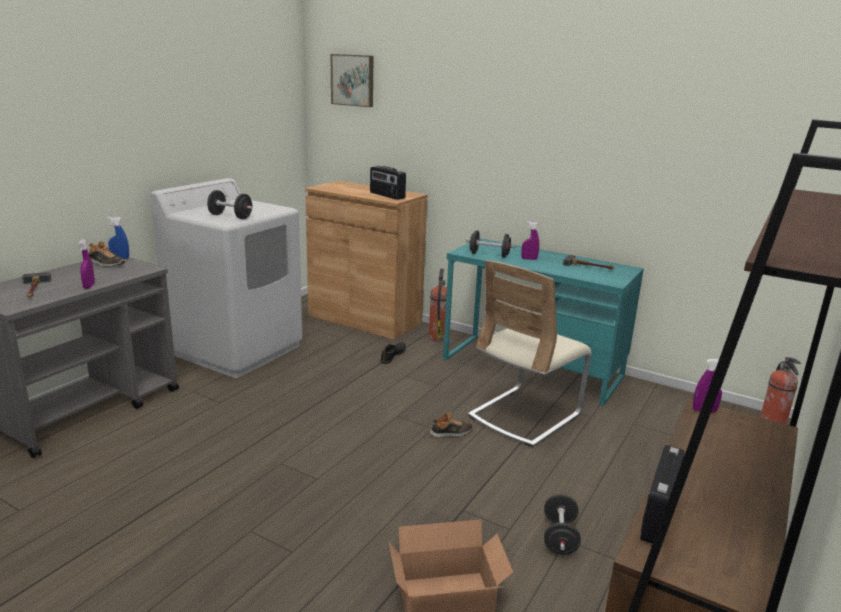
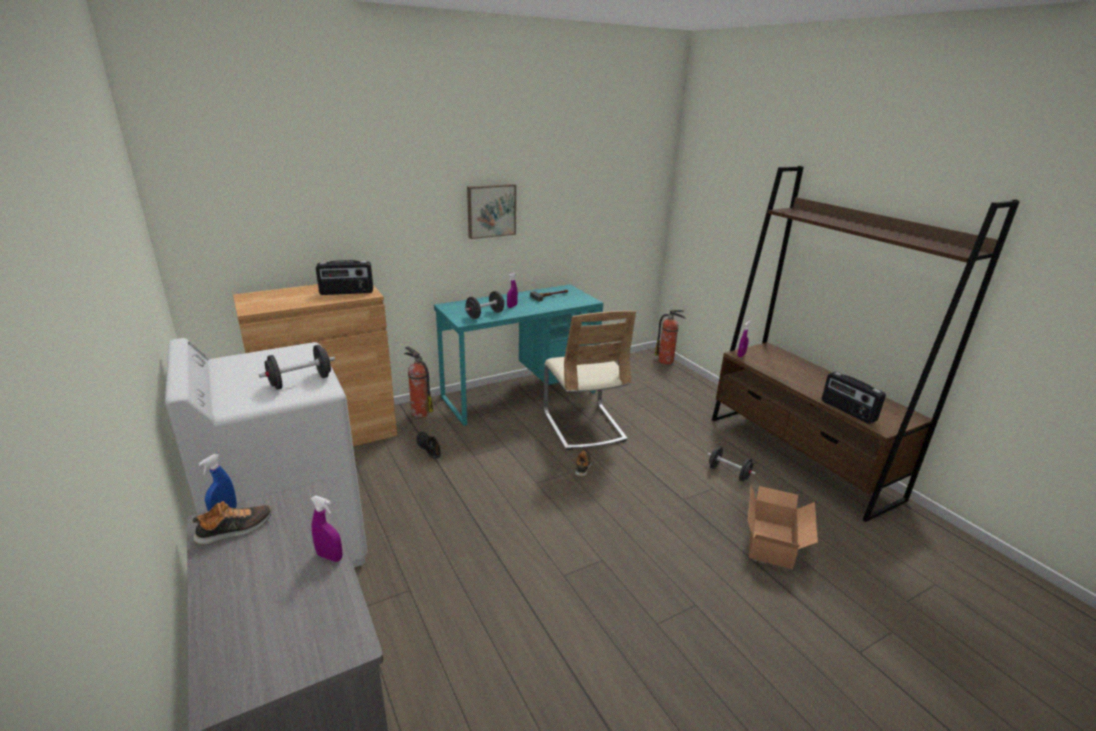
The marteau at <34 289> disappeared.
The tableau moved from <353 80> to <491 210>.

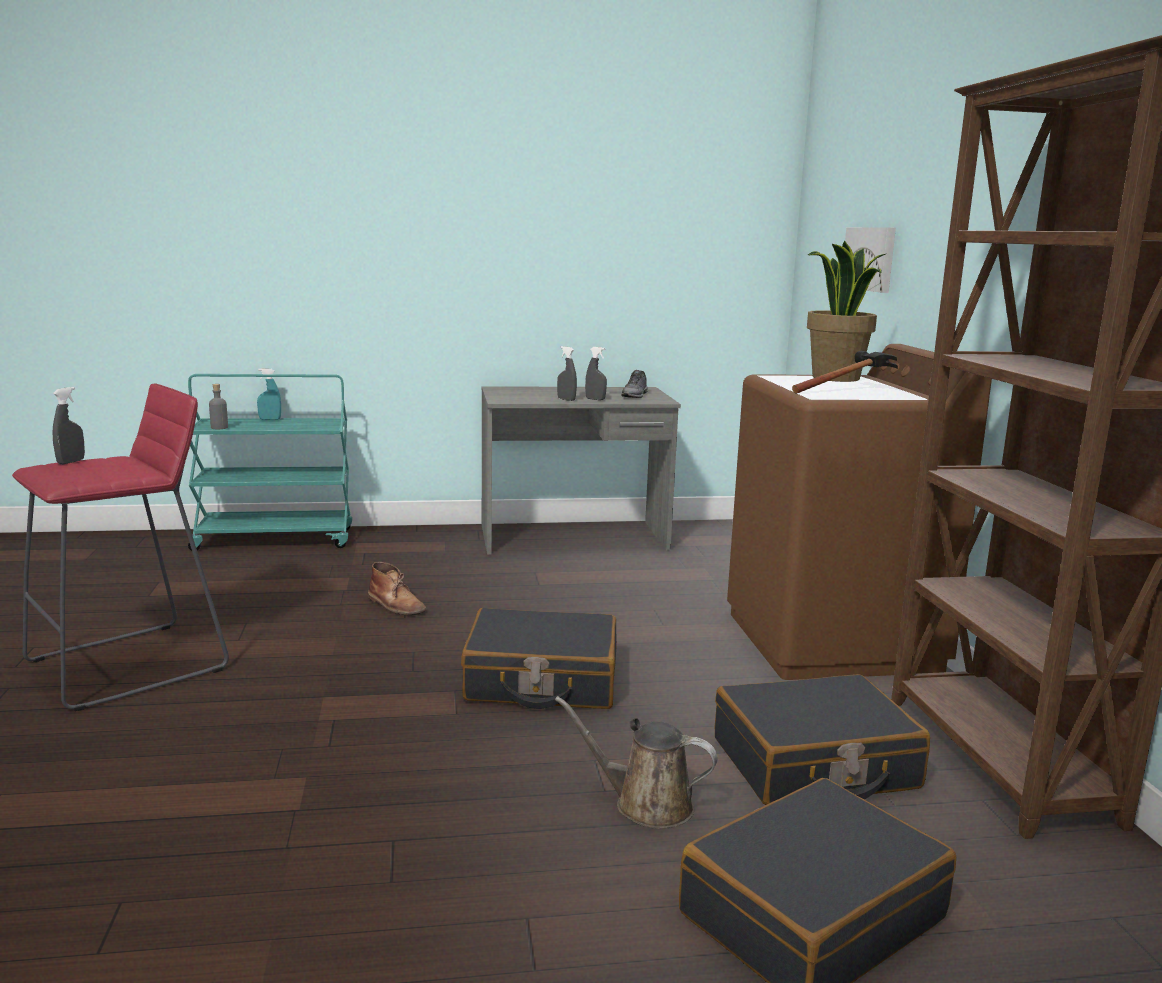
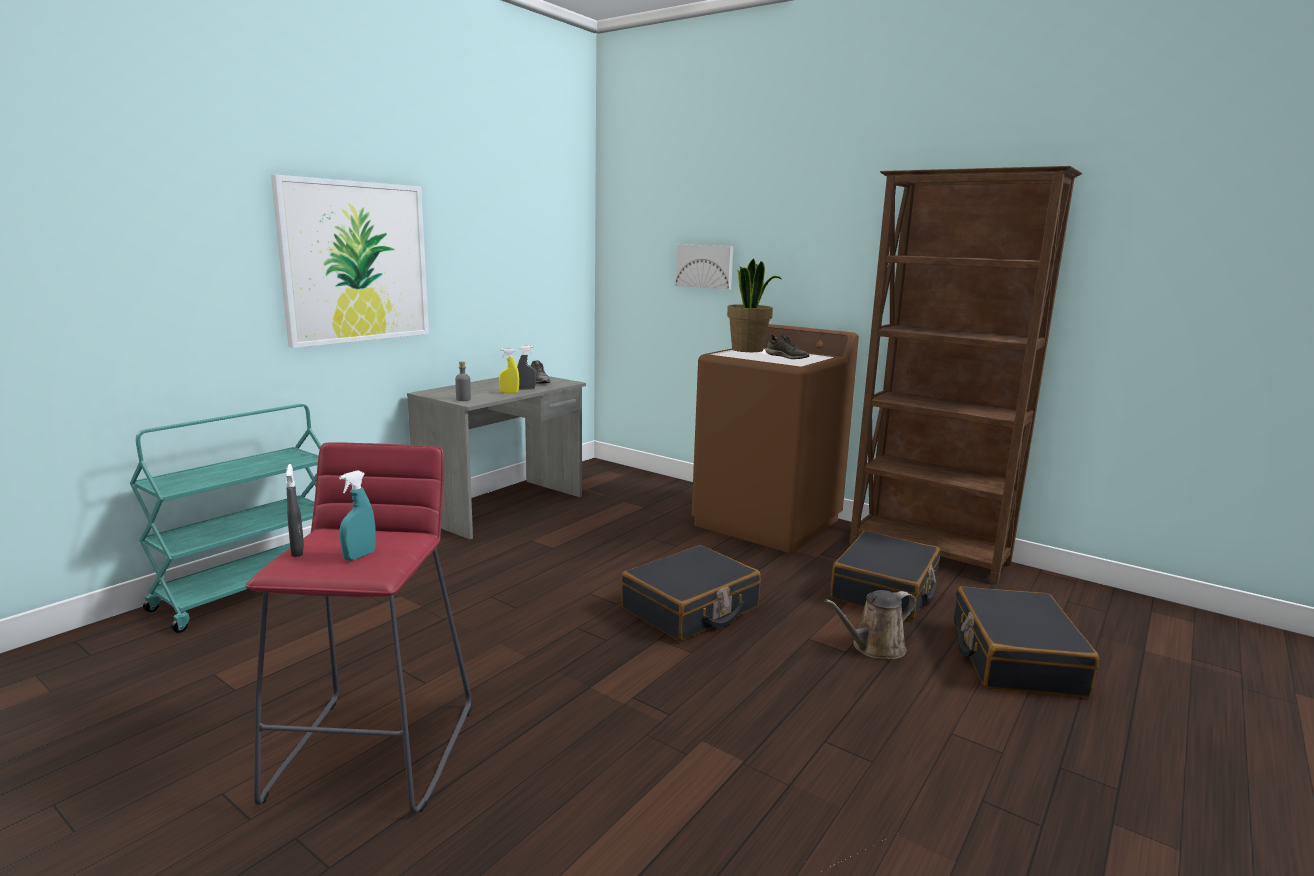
The botte/marron at <396 605> disappeared.
The tableau at <356 262> appeared.
The bouteille/gris moved from <219 427> to <463 399>.
The vaporisateur/turquoise moved from <270 419> to <359 556>.
The marteau at <848 390> was replaced by the chaussure/gris at <787 357>.
The vaporisateur/gris at <566 399> became the vaporisateur/jaune at <509 393>.

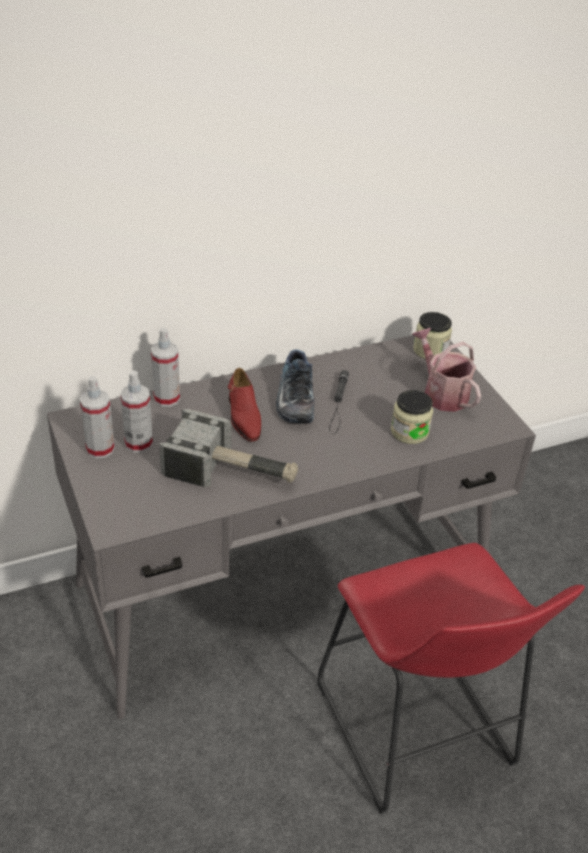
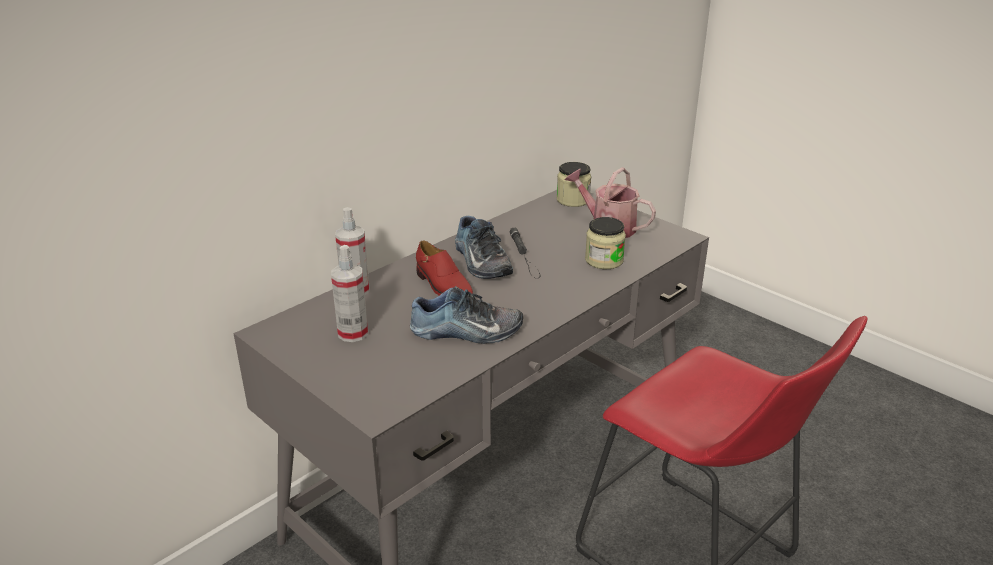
The vaporisateur at <100 449> disappeared.
The marteau at <232 472> was replaced by the chaussure at <466 332>.

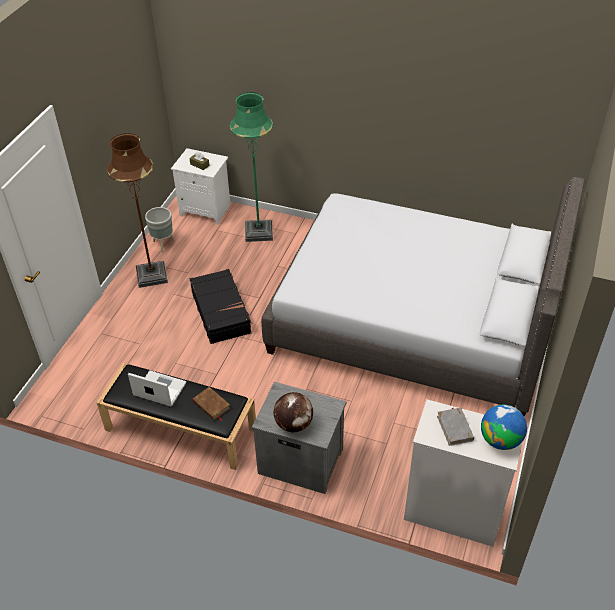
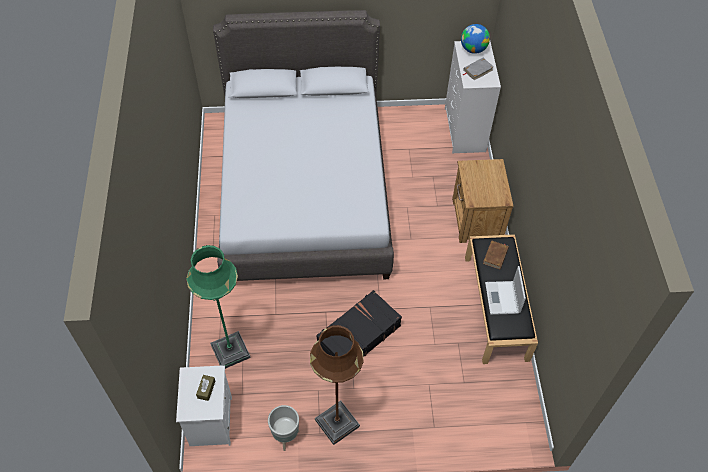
The globe at <294 424> disappeared.
The table de chevet/gris at <300 460> became the table de chevet/marron at <476 220>.

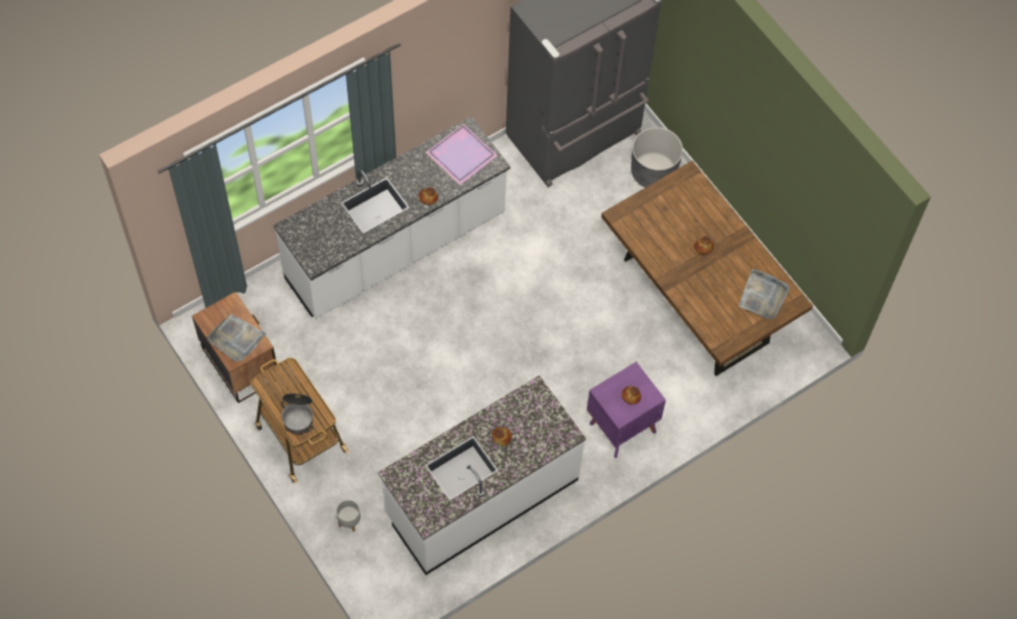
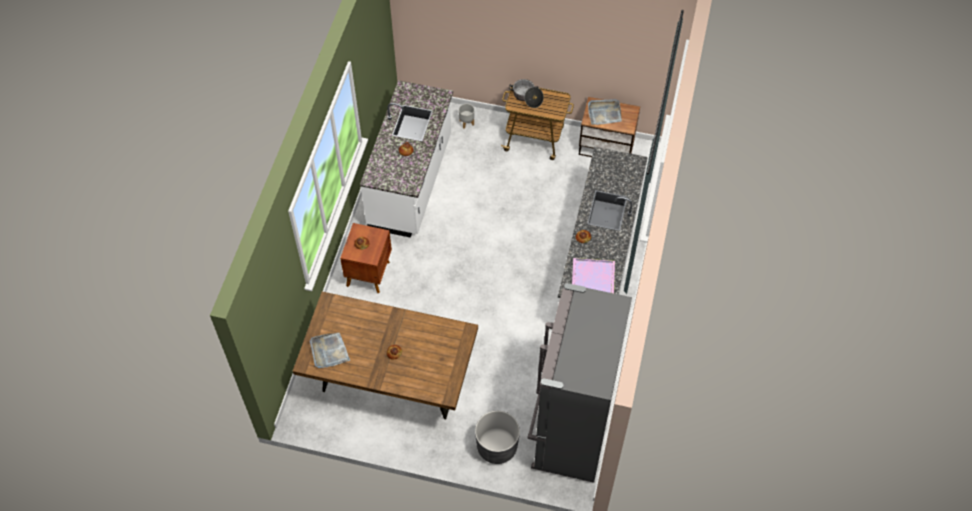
The table de chevet/violet at <621 427> became the table de chevet/marron at <369 273>.

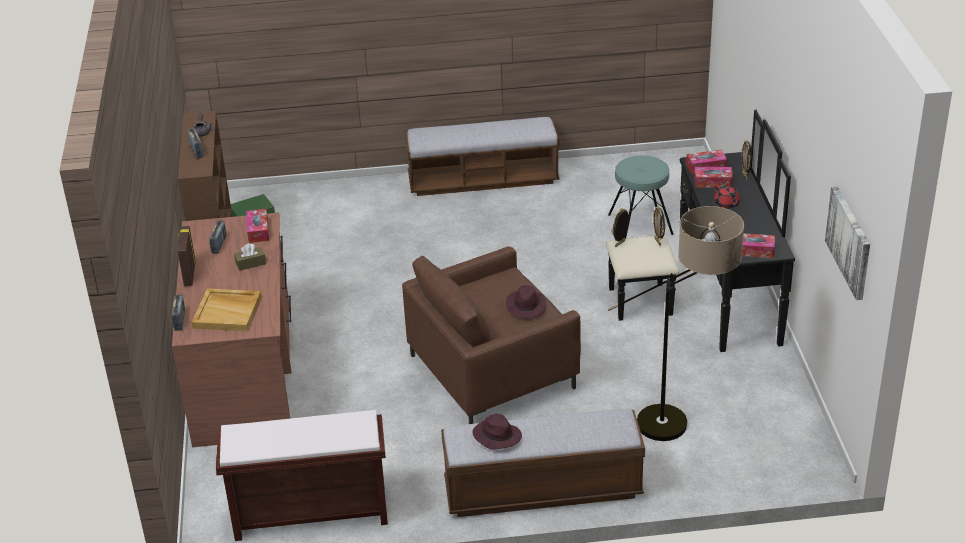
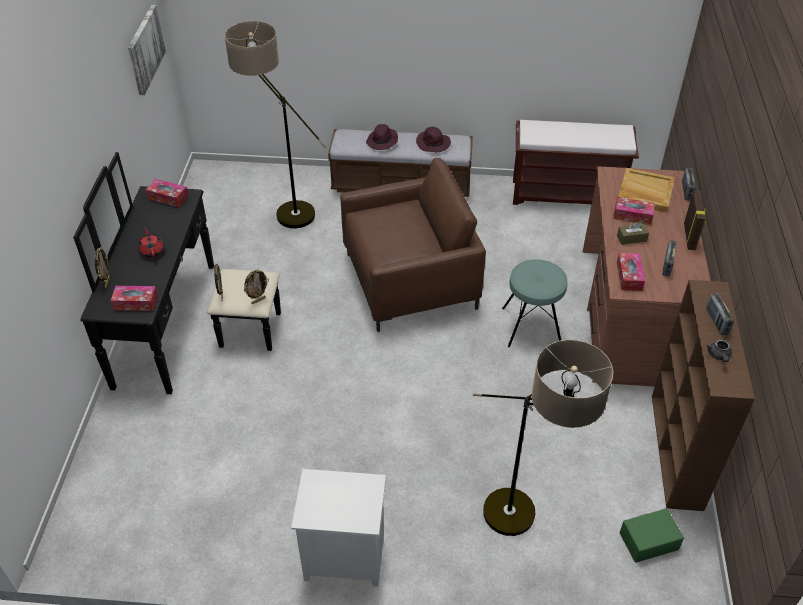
The lampadaire at <524 526> appeared.
The chapeau/violet moved from <526 306> to <382 141>.
The tabouret/turquoise moved from <640 224> to <531 326>.
The boîte à mouchoirs moved from <713 182> to <632 215>.
The banc at <483 180> was replaced by the table de chevet/blanc at <343 558>.

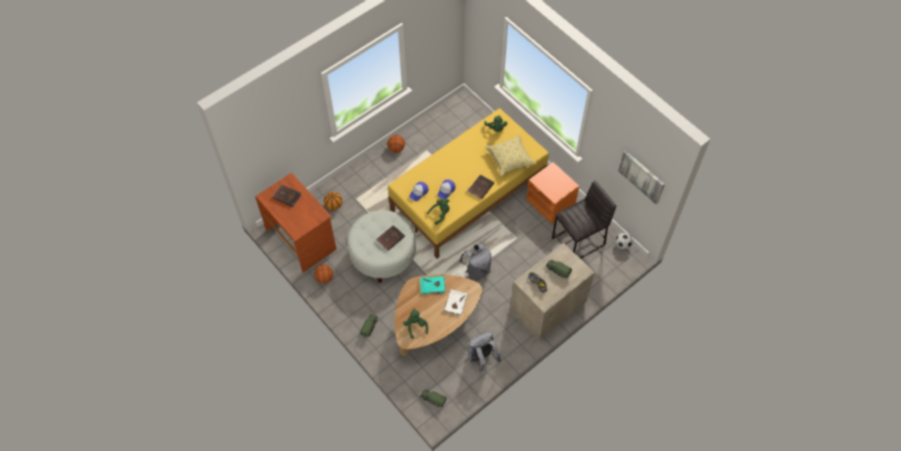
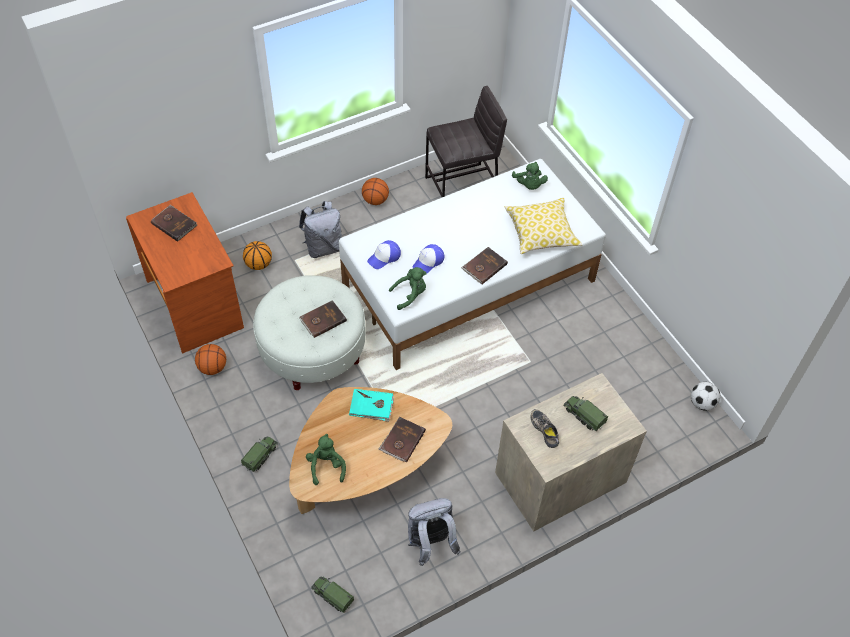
The table de chevet/orange at <551 203> disappeared.
The tableau at <642 176> disappeared.
The sac à dos/gris moved from <476 271> to <323 247>.
The tabouret/gris moved from <579 241> to <462 187>.
The lit/jaune at <469 194> became the lit/blanc at <470 284>.
The livre/blanc at <455 303> became the livre/marron at <402 440>.

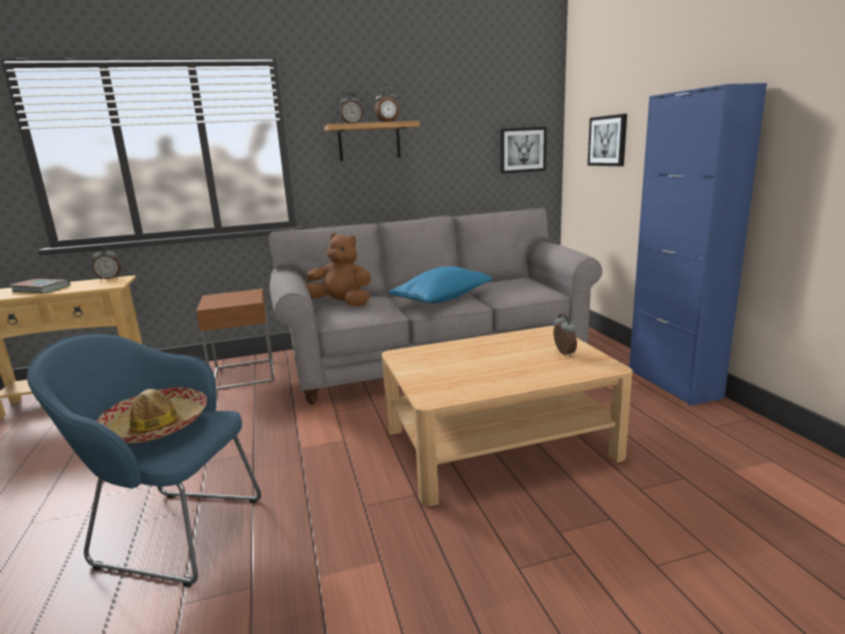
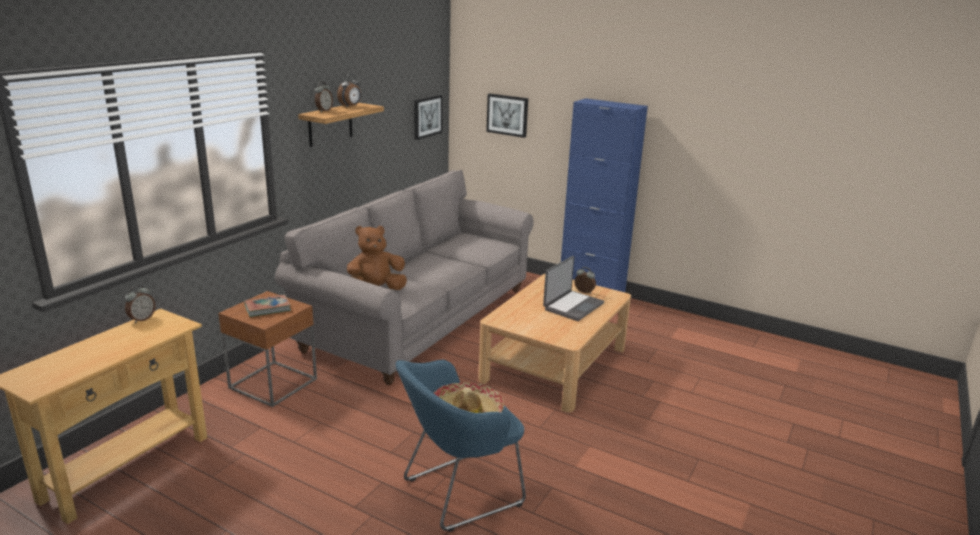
The coussin/bleu at <442 299> disappeared.
The ordinateur portable at <572 306> appeared.
The livre moved from <41 289> to <267 308>.

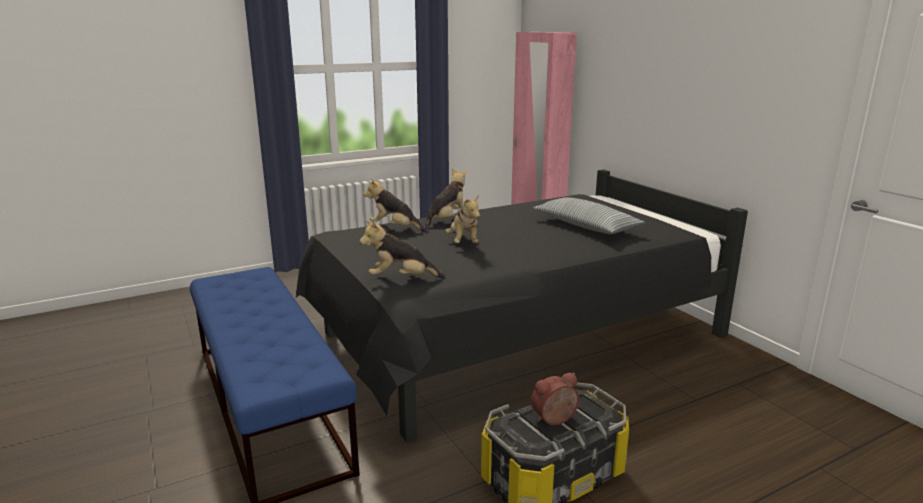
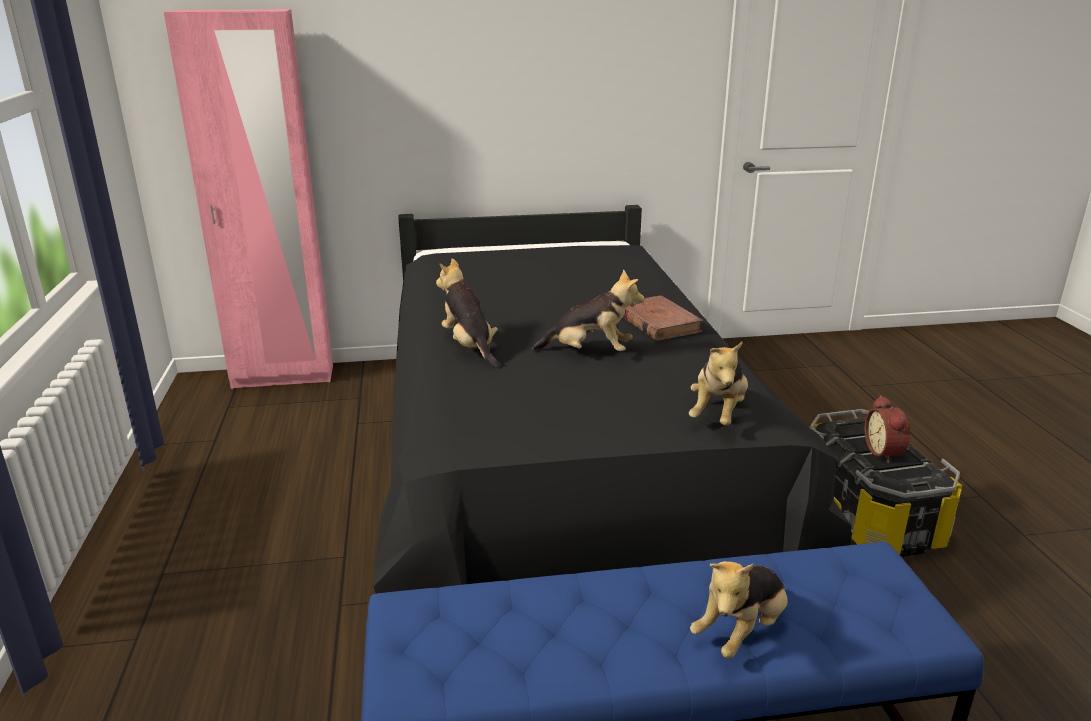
The coussin at <585 226> disappeared.
The livre/marron at <658 322> appeared.
The peluche moved from <395 228> to <741 631>.

